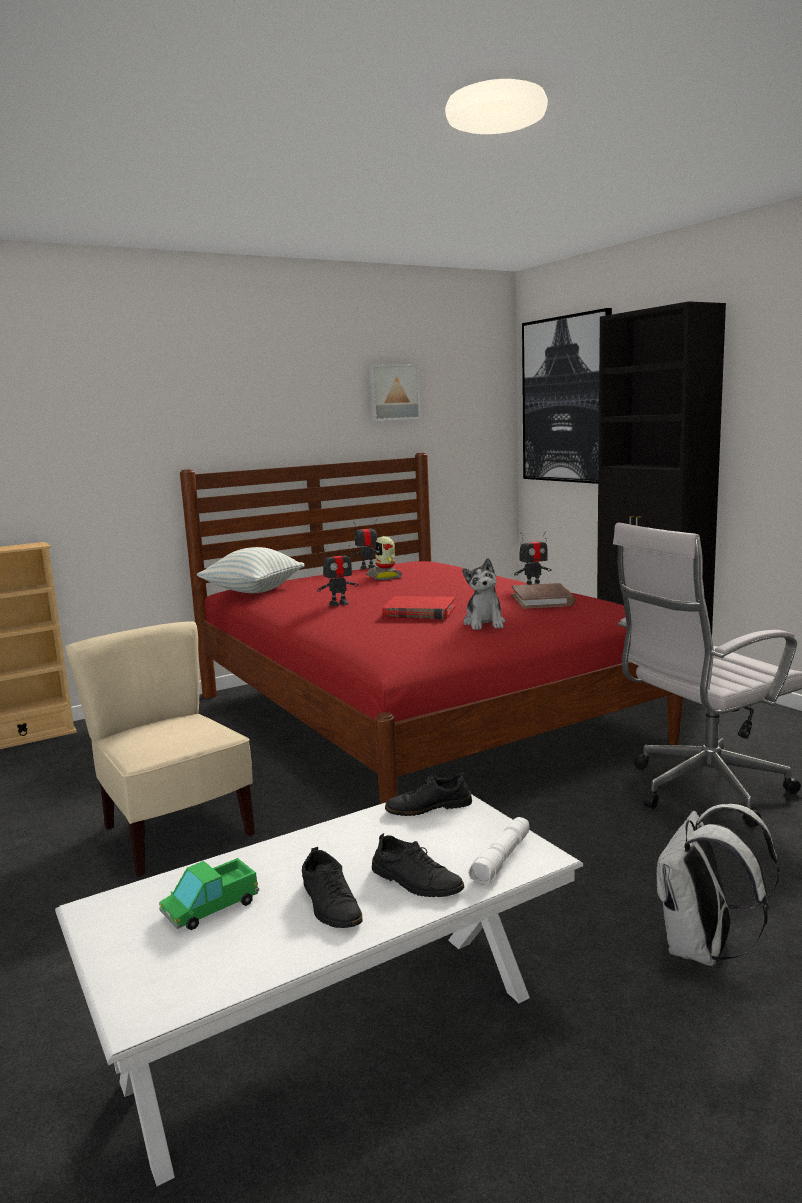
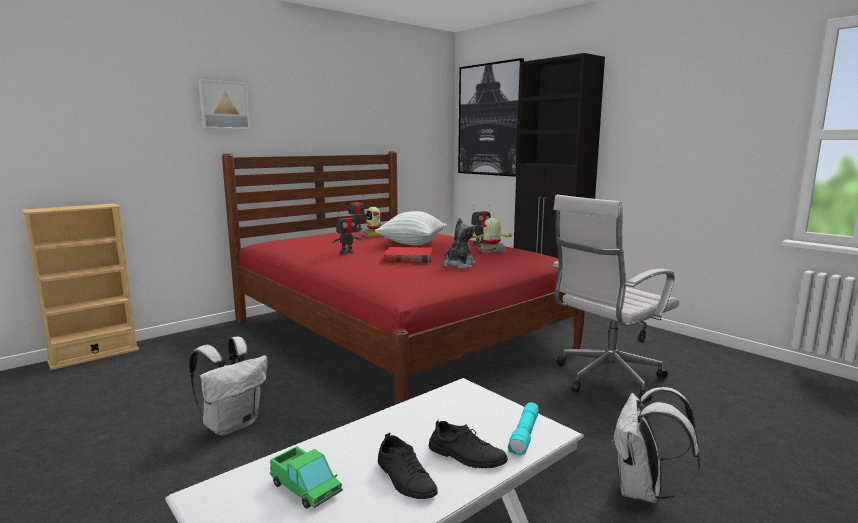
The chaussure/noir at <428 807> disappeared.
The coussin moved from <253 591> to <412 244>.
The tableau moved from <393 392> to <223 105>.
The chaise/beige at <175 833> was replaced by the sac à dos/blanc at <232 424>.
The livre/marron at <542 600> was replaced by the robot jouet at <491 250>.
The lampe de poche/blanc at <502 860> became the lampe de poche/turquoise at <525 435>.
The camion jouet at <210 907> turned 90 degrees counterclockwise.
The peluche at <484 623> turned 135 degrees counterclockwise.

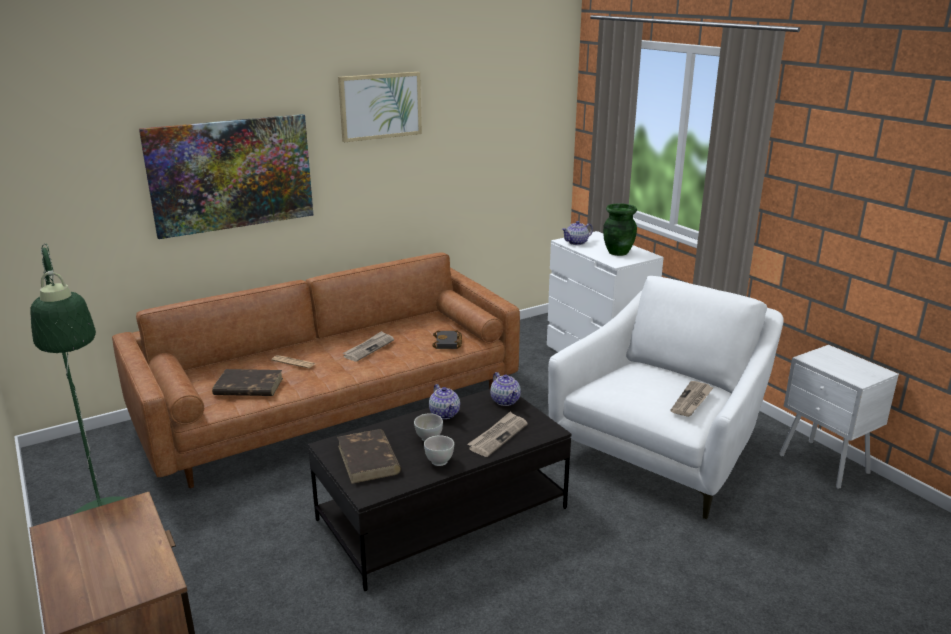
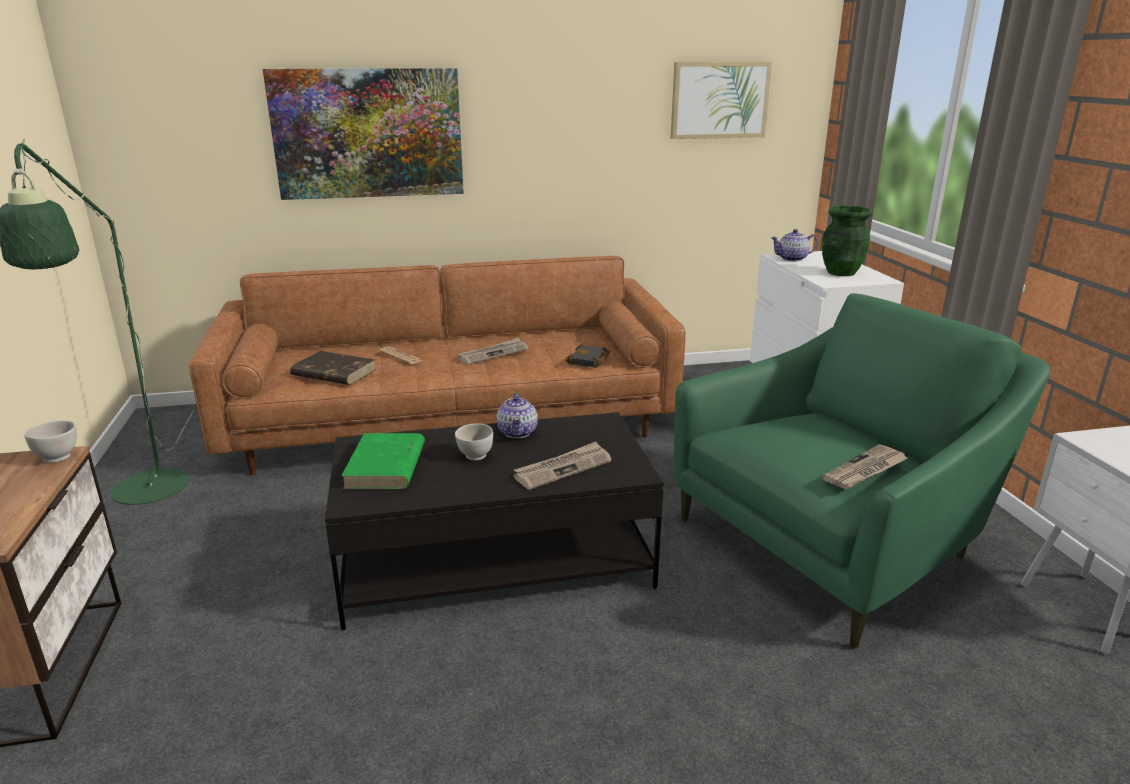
The théière at <505 400> disappeared.
The tableau moved from <380 106> to <719 100>.
The bol/blanc moved from <439 461> to <58 457>.
The livre/marron at <369 460> became the livre/vert at <385 466>.
The fauteuil/blanc at <662 451> became the fauteuil/vert at <836 544>.

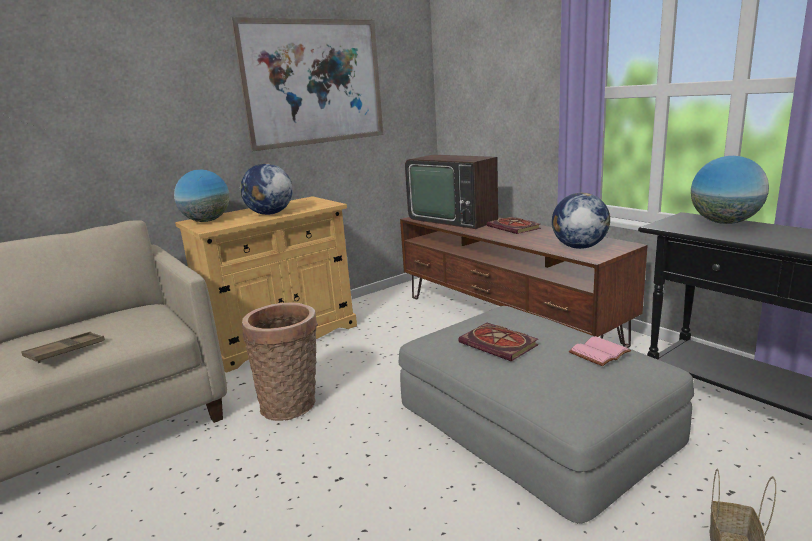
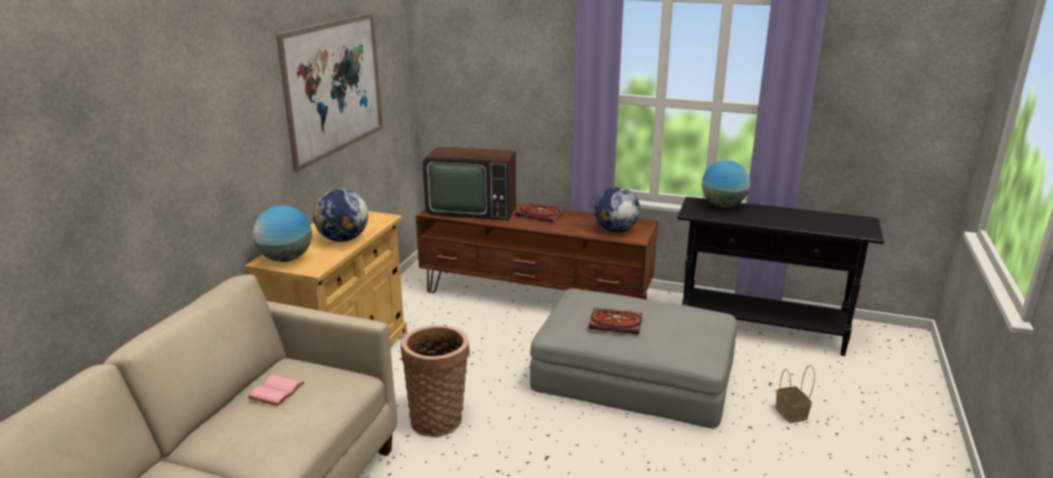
The plateau/marron at <66 351> disappeared.
The livre/rose moved from <600 353> to <277 392>.

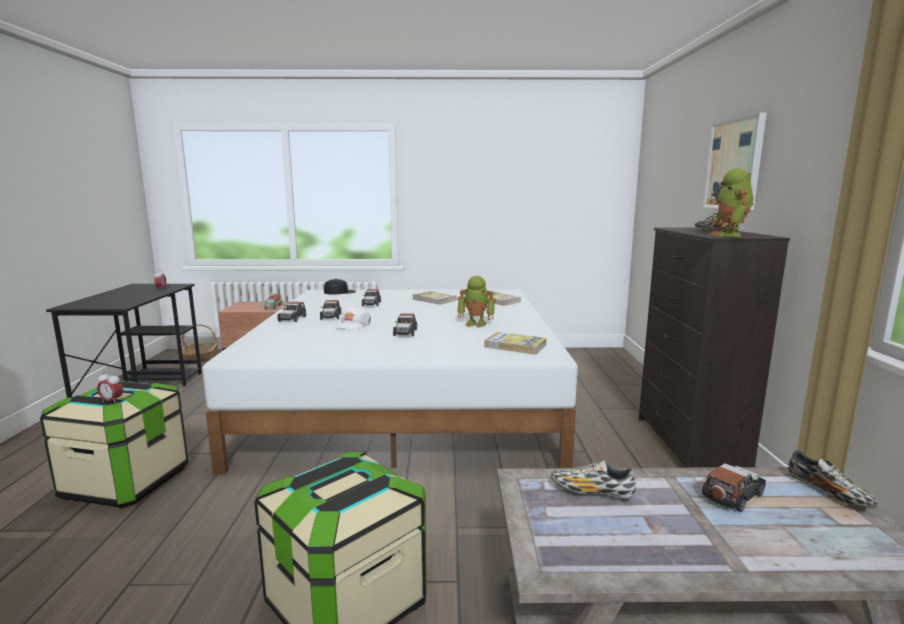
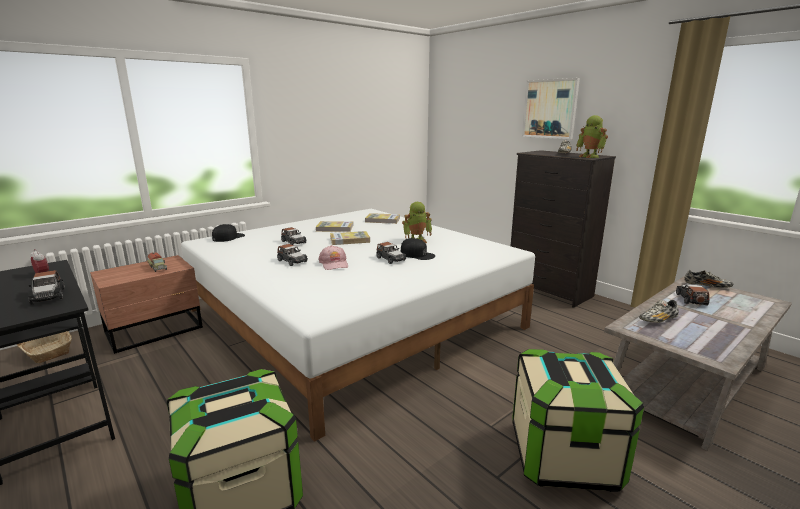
The réveil at <112 401> disappeared.
The casquette/noir at <417 254> appeared.
The petite voiture moved from <292 319> to <48 296>.
The livre moved from <515 346> to <349 240>.
The casquette/blanc at <352 325> became the casquette/rose at <334 264>.

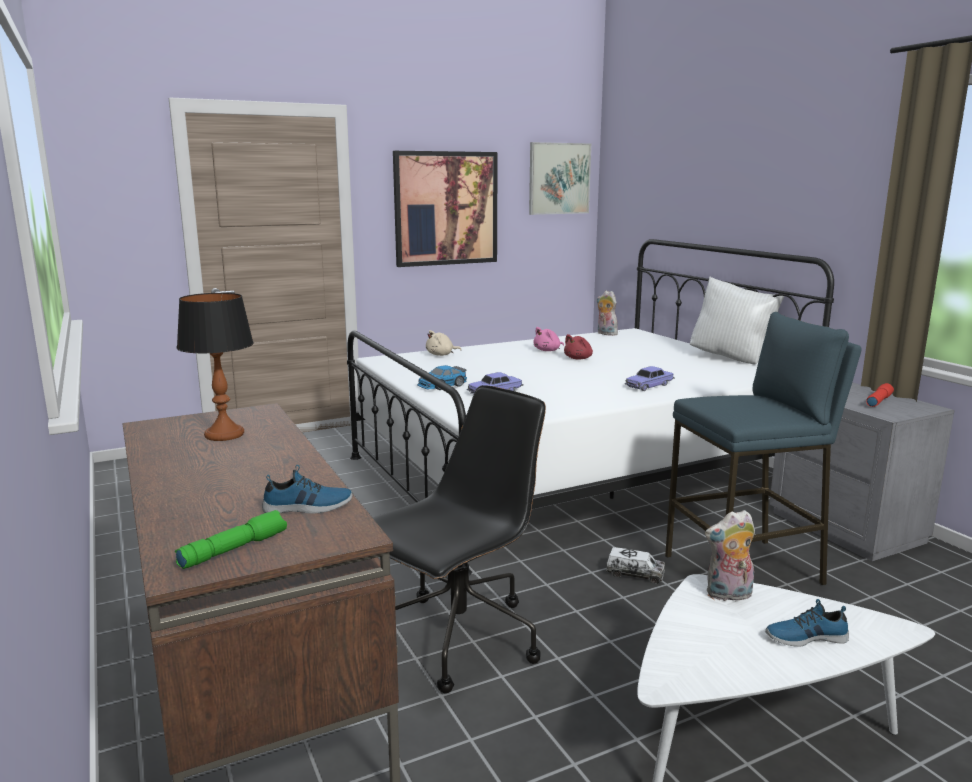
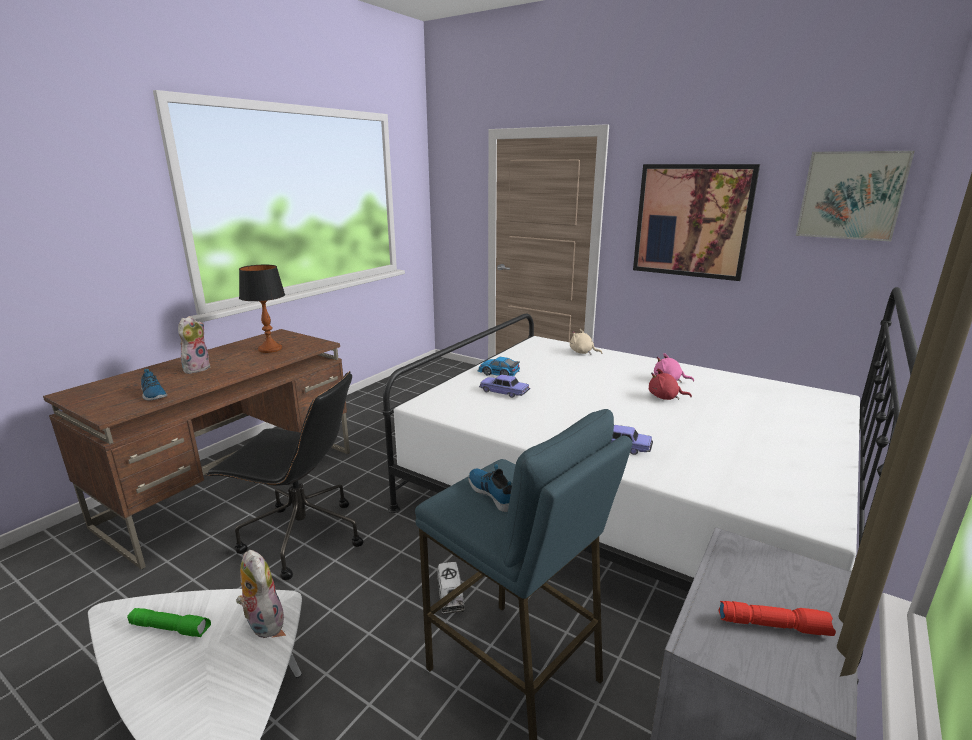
The coussin/blanc at <731 358> disappeared.
The lampe de poche/vert moved from <234 549> to <171 628>.
The peluche moved from <605 334> to <196 368>.
The chaussure moved from <805 637> to <493 493>.

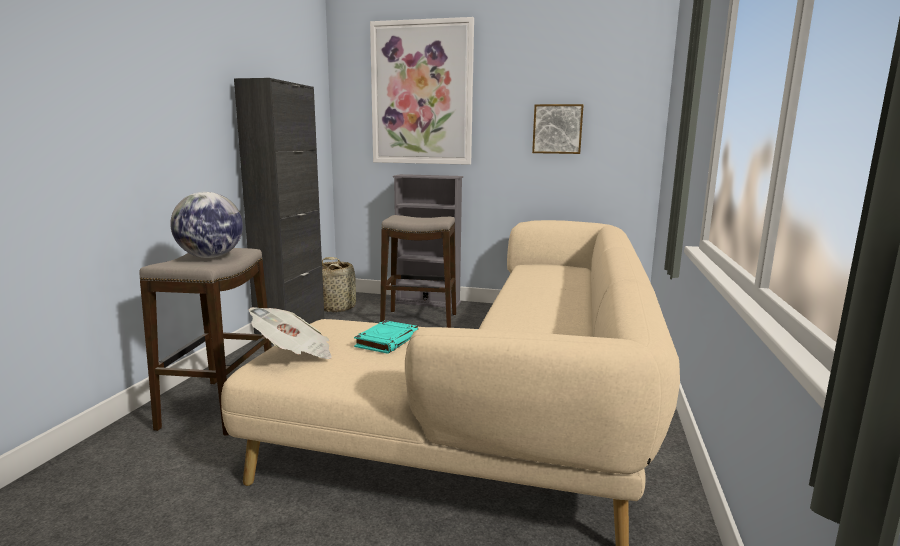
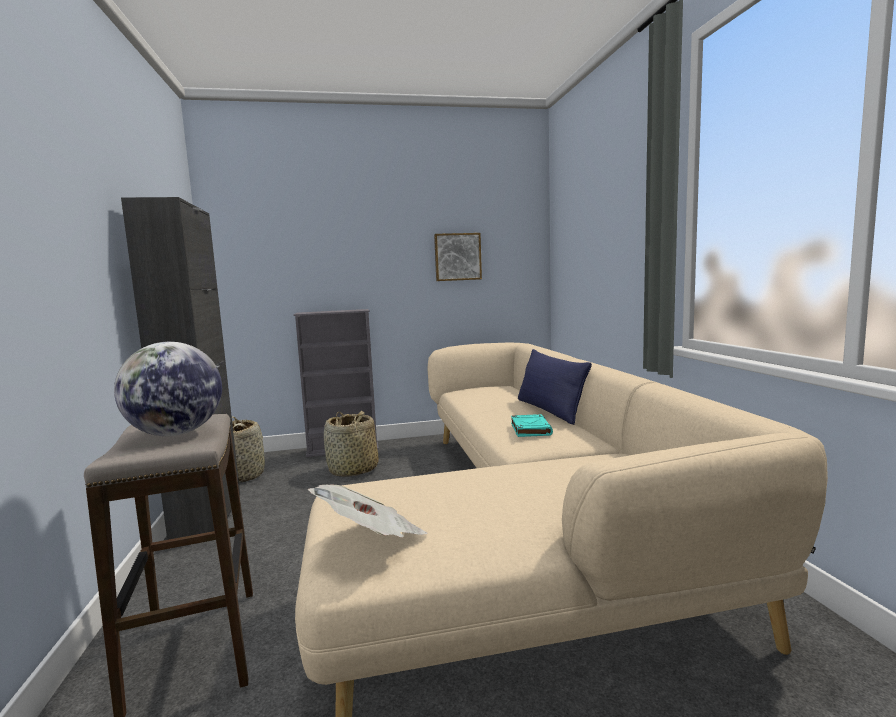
The tableau at <422 93> disappeared.
The coussin/bleu at <549 410> appeared.
The livre/turquoise moved from <387 341> to <530 429>.
The tabouret at <419 320> was replaced by the panier at <353 470>.

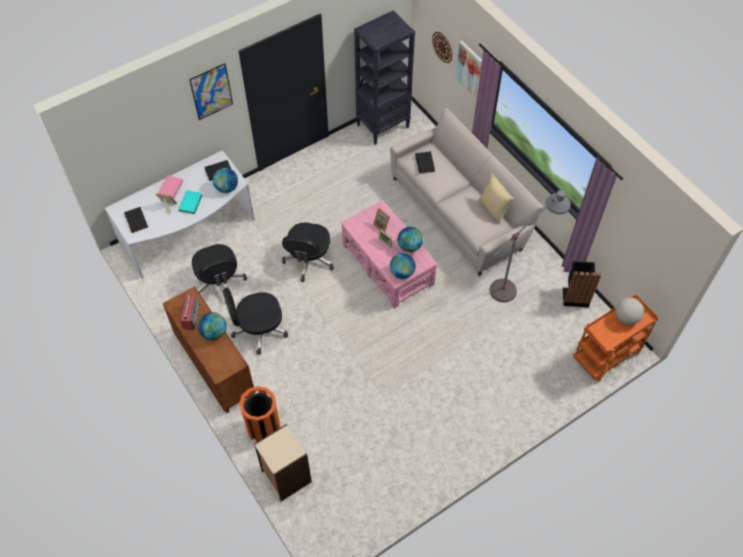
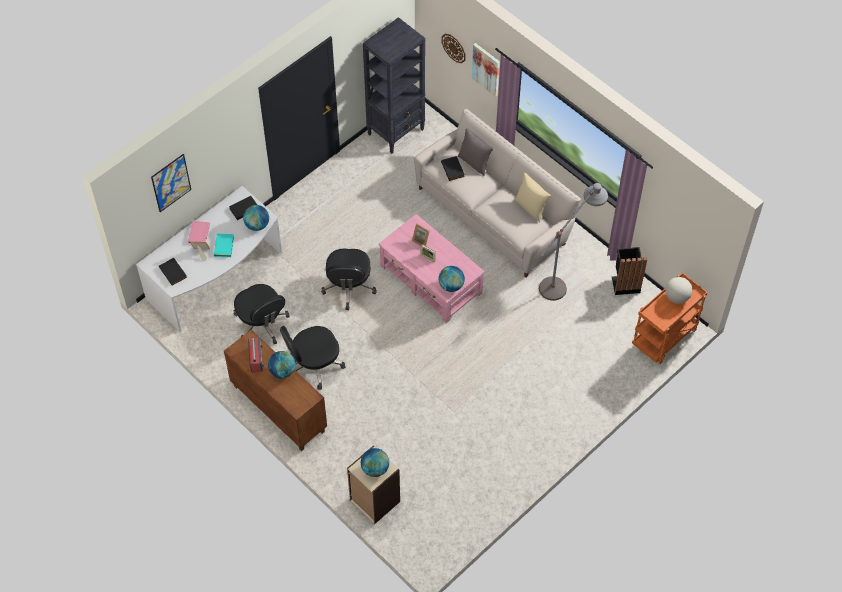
The poubelle/orange at <264 429> disappeared.
The coussin/gris at <474 162> appeared.
The tableau moved from <211 91> to <171 183>.
The globe moved from <409 246> to <375 468>.

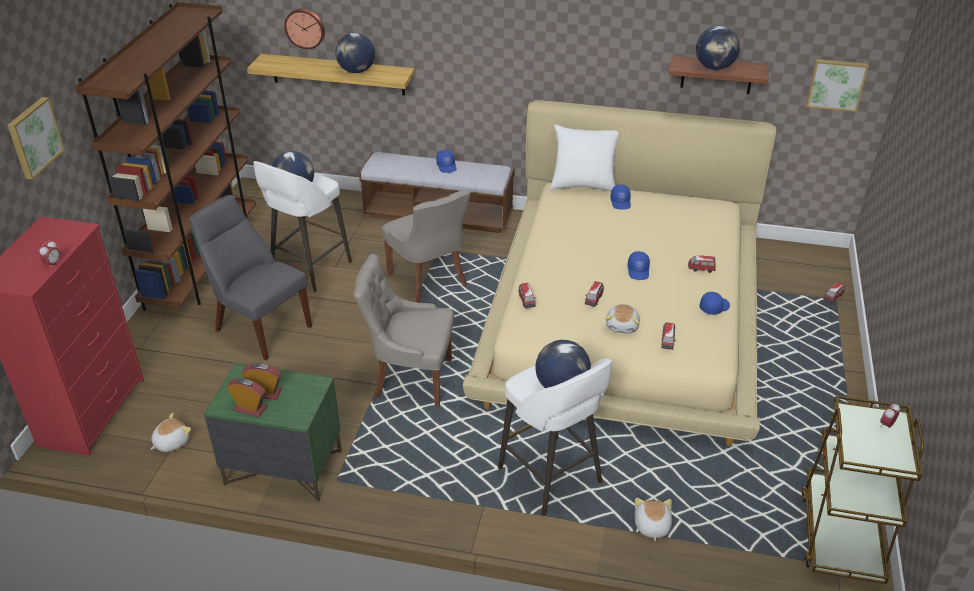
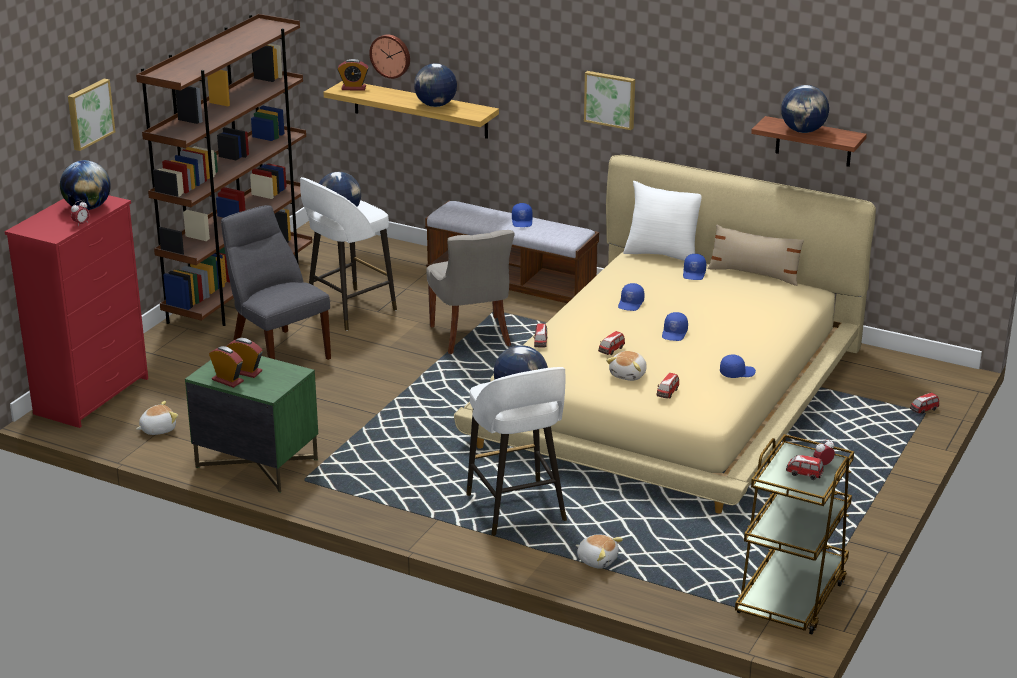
The chaise/gris at <411 379> disappeared.
The globe at <88 208> appeared.
The réveil at <353 88> appeared.
The casquette/bleu at <631 304> appeared.
The coussin/beige at <754 274> appeared.
The petite voiture moved from <701 269> to <804 474>.
The tableau moved from <836 84> to <610 99>.
The peluche at <651 526> turned 105 degrees clockwise.

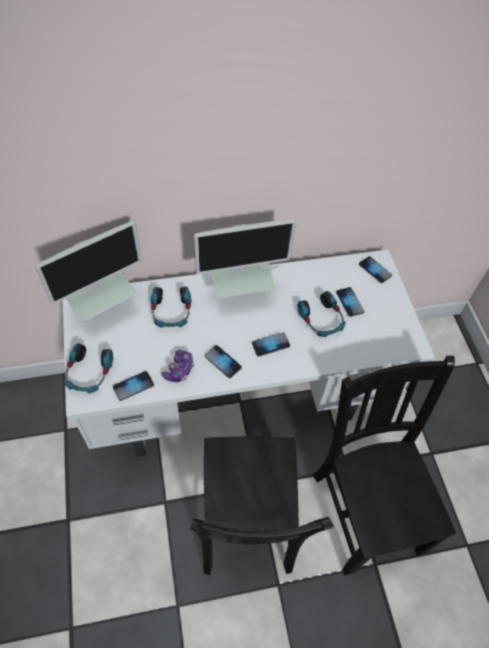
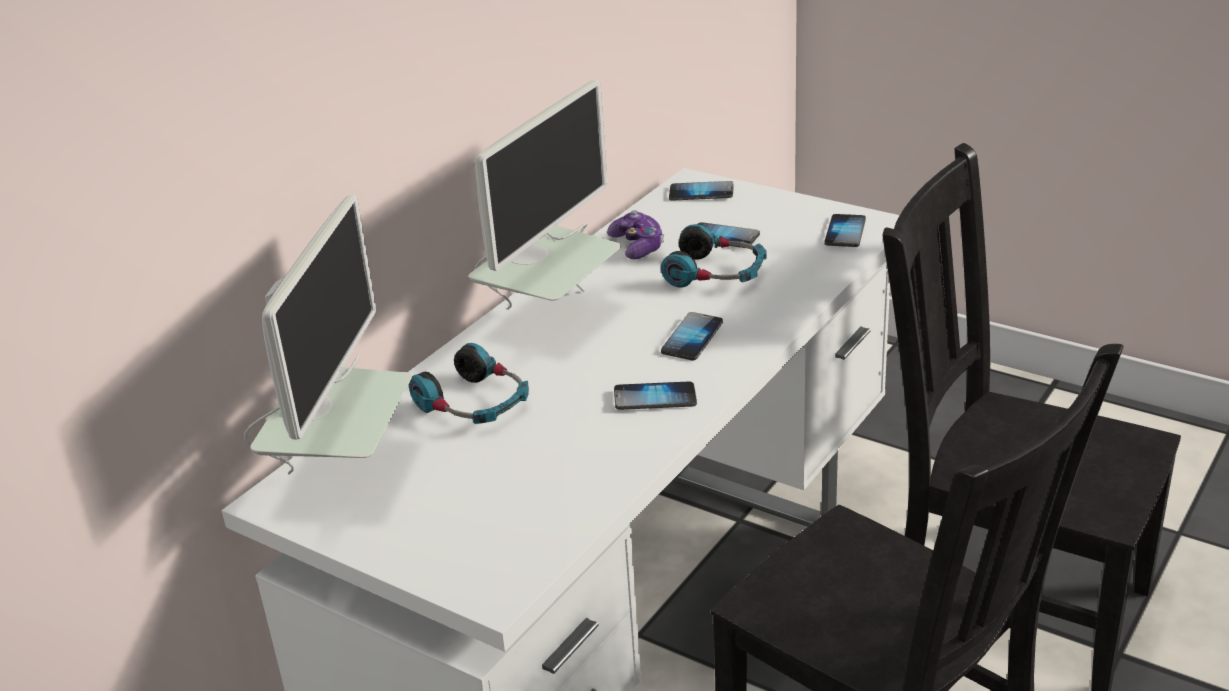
The casque audio at <89 372> disappeared.
The téléphone moved from <133 386> to <845 232>.
The manette moved from <179 369> to <637 246>.

